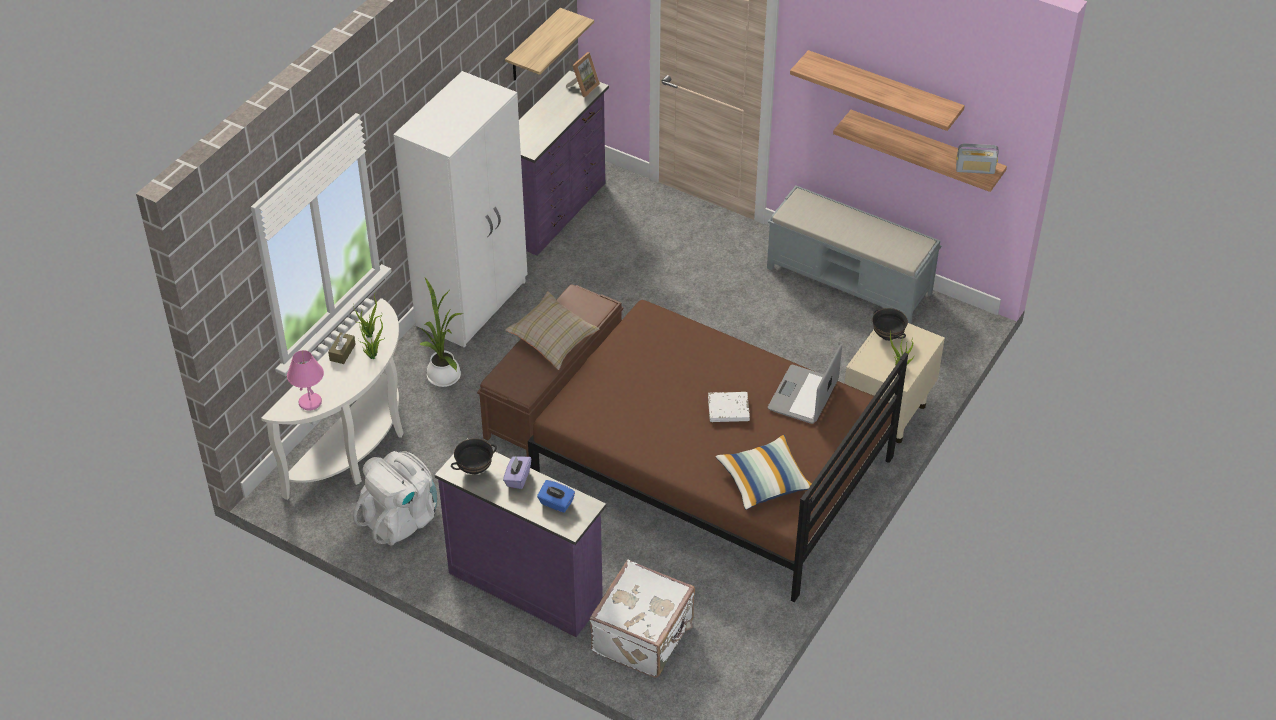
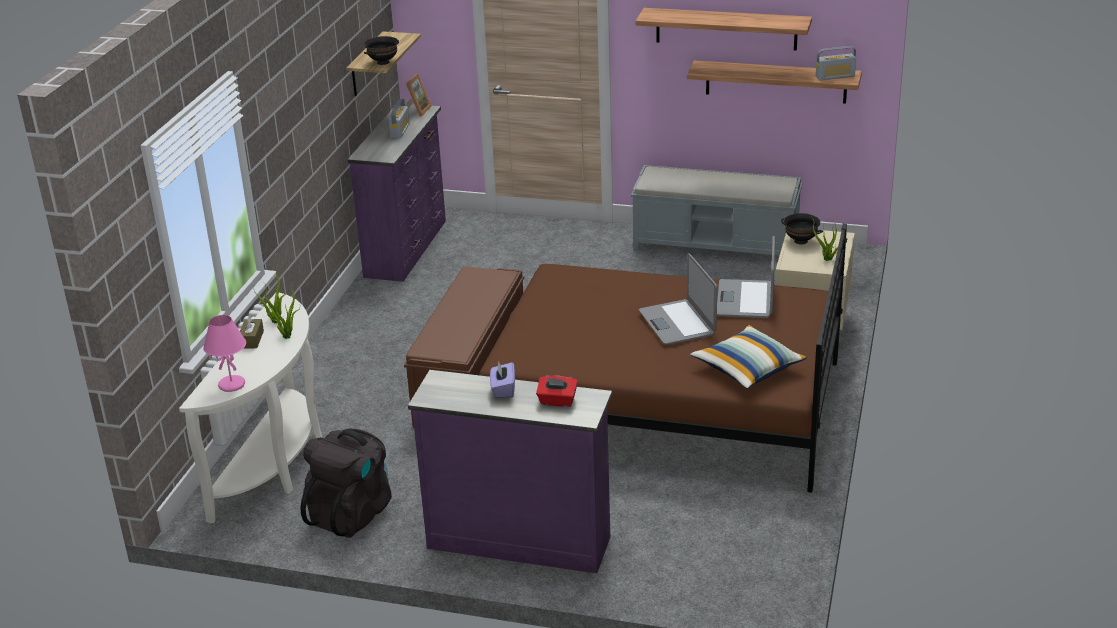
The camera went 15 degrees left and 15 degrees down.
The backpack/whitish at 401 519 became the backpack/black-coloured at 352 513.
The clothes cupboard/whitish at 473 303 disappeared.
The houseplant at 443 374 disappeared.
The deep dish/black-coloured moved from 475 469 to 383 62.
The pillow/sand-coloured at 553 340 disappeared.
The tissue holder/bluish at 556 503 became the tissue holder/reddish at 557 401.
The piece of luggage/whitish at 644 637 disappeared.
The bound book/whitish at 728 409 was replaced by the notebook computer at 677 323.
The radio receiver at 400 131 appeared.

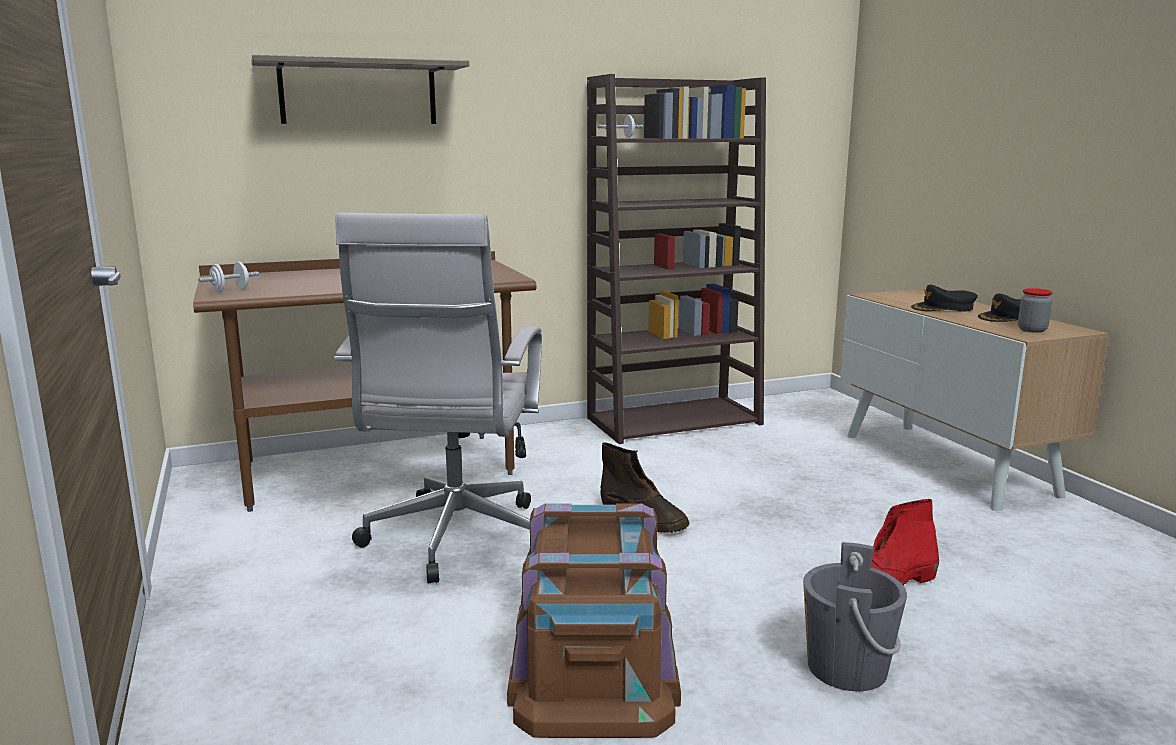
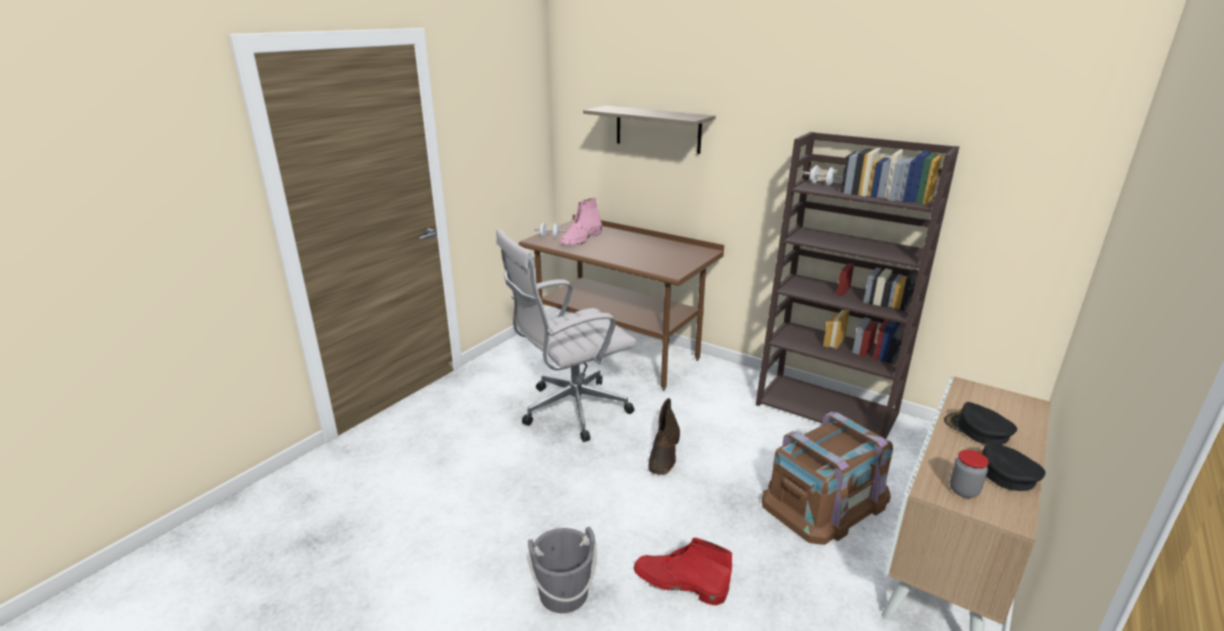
The camera went 55 degrees right and 10 degrees up.
The storage container/brownish moved from 595 663 to 825 500.
The high-top boot/pinkish at 581 239 appeared.

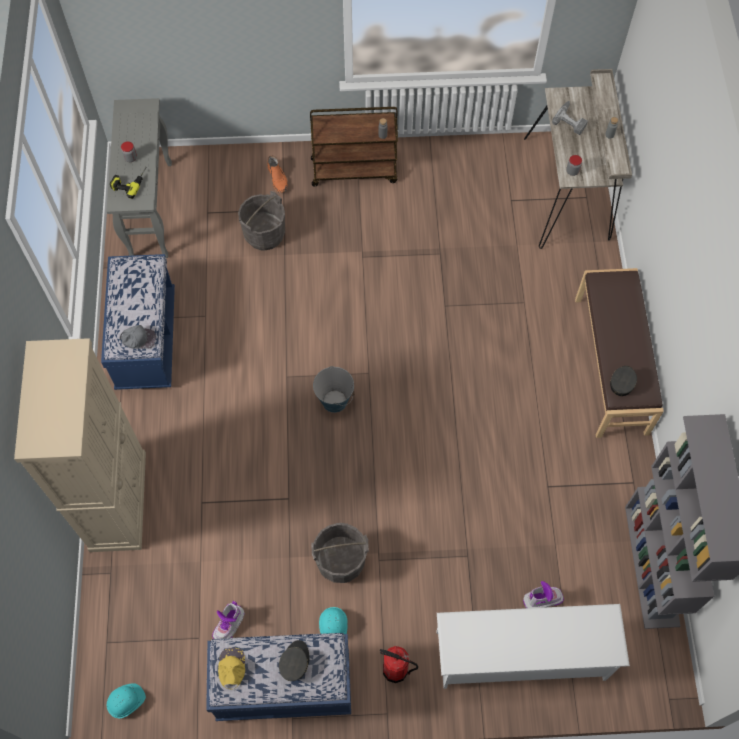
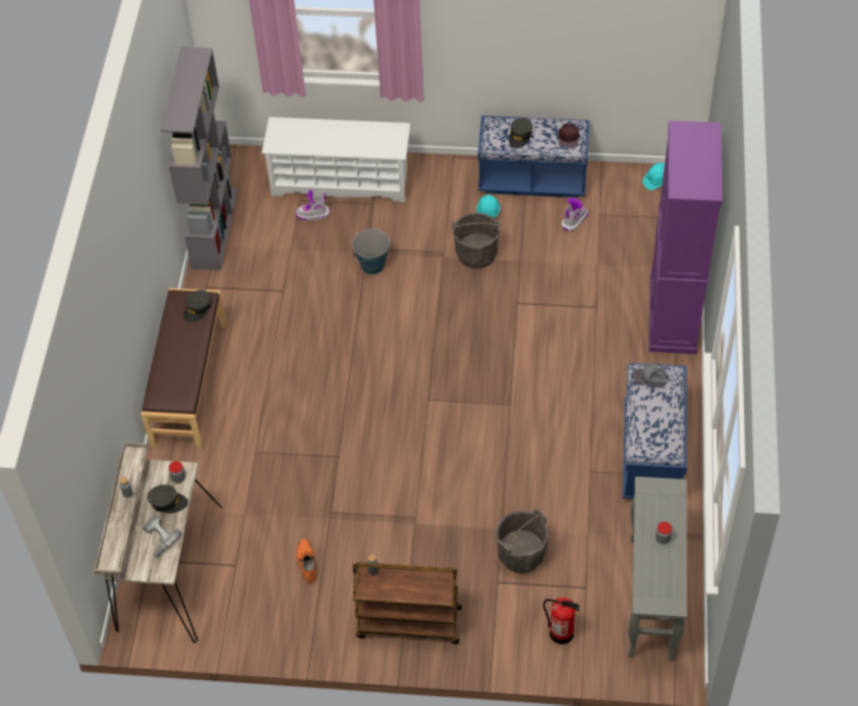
The camera went 170 degrees left and 10 degrees down.
The cabinet/sand-coloured at 118 500 became the cabinet/purplish at 672 315.
The electric drill at 129 181 disappeared.
The cap/yellow-coloured at 231 668 became the cap/brownish at 569 137.
The high-top boot/orange-coloured moved from 278 178 to 306 562.
The bucket moved from 334 401 to 372 265.
The fire extinguisher moved from 395 670 to 561 632.
The cap/greyish at 168 502 appeared.

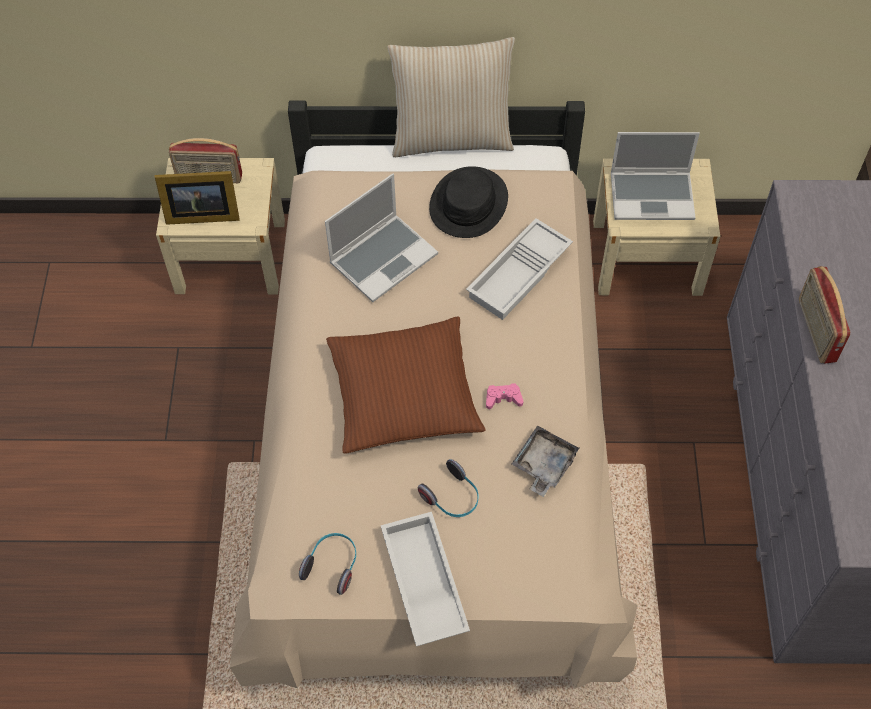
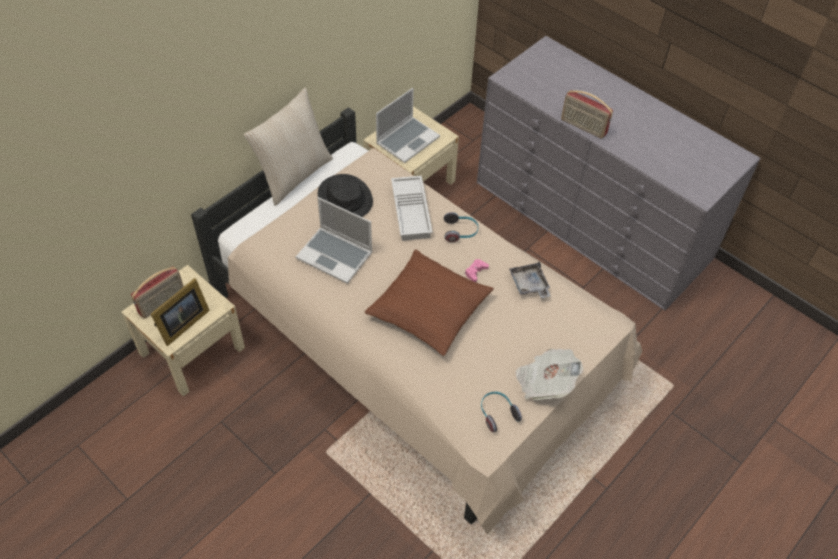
The camera went 50 degrees left and 5 degrees down.
The notebook computer at 383 258 turned 120 degrees clockwise.
The tray/whitish at 422 582 was replaced by the newspaper at 545 382.
The headphones moved from 452 497 to 460 232.

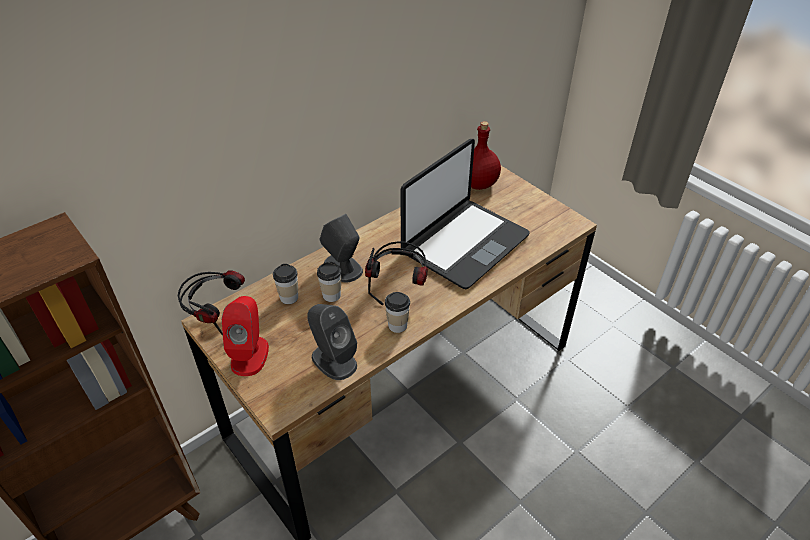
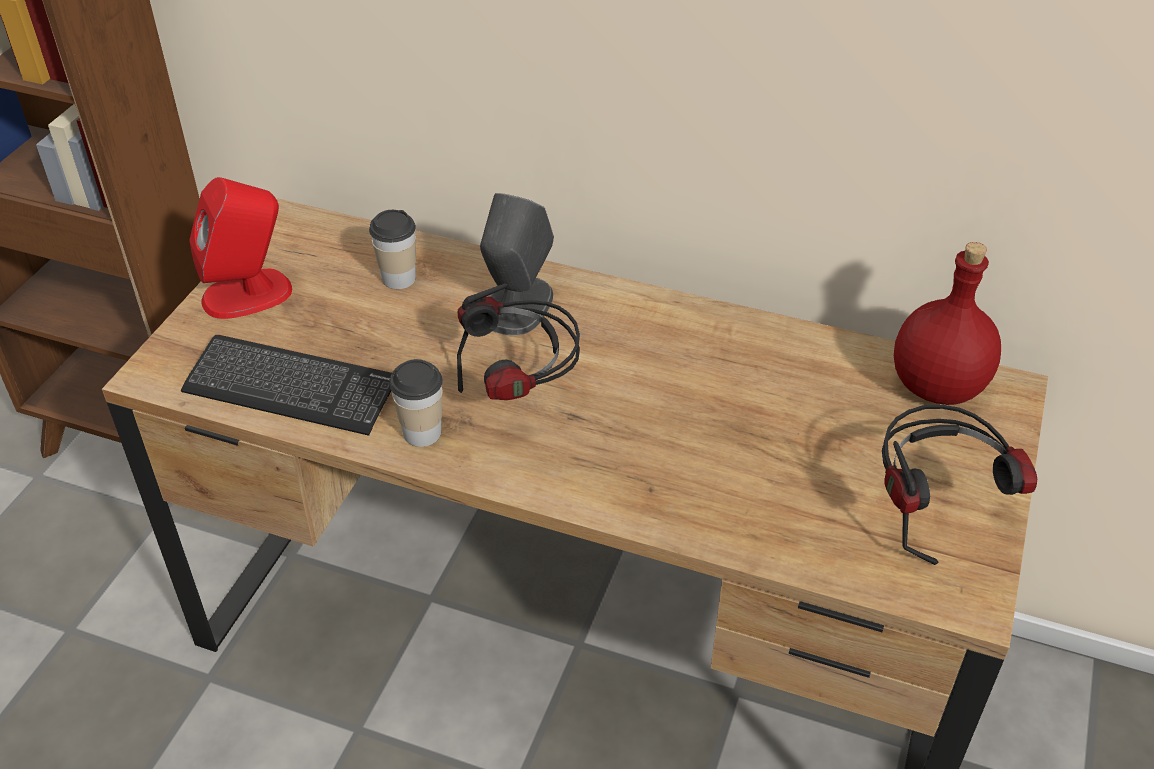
The camera went 60 degrees right and 0 degrees up.
The headphones moved from 216 317 to 933 512.
The audio speaker/greyish at 333 360 was replaced by the keyboard at 290 388.
The drinking cup at 331 295 disappeared.
The notebook computer at 464 243 disappeared.

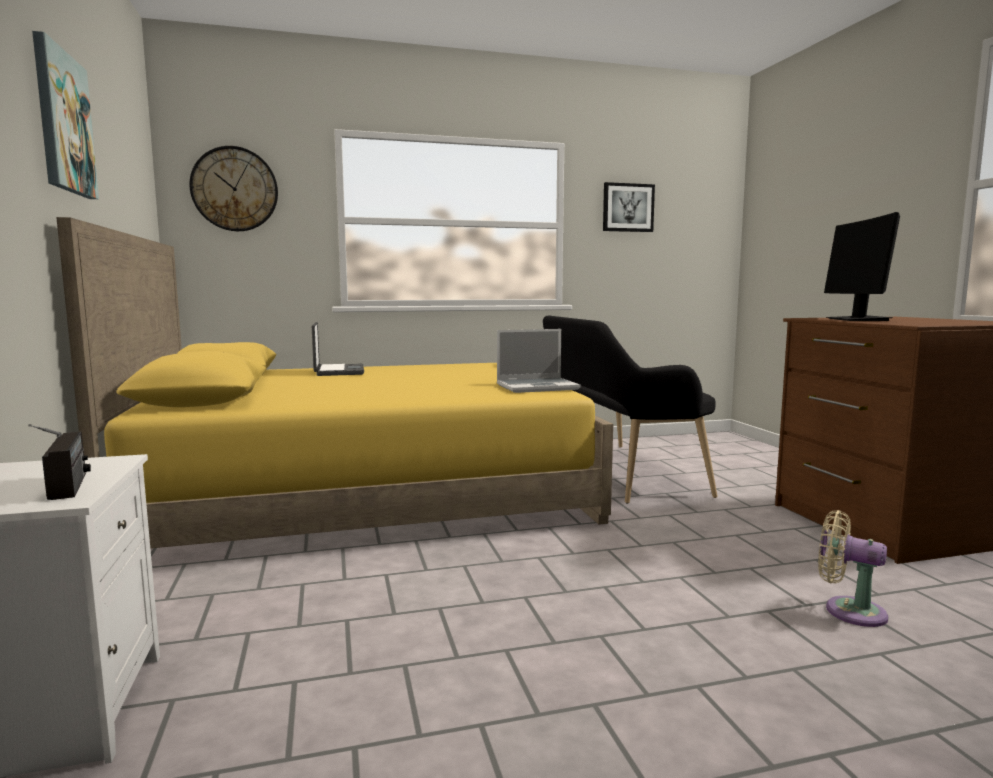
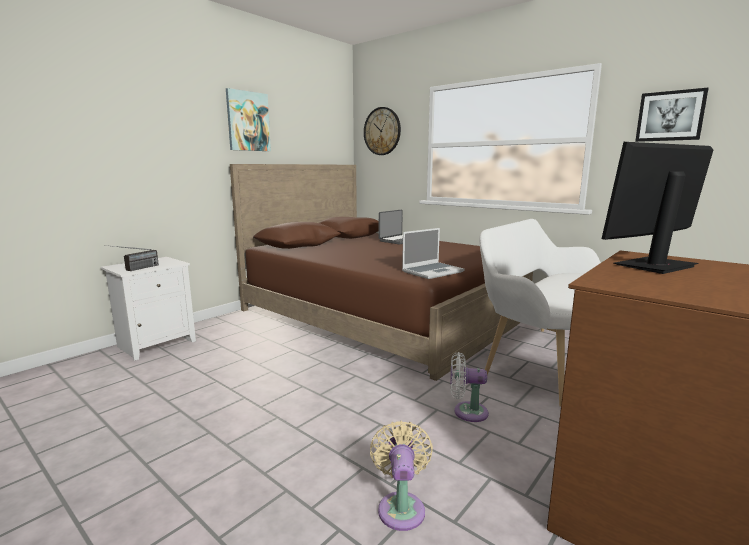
The camera went 55 degrees right and 5 degrees up.
The sleeping bed/yellow-coloured at 366 492 became the sleeping bed/brownish at 382 313.
The notebook computer at 538 387 turned 75 degrees counterclockwise.
The bench/black-coloured at 616 472 became the bench/whitish at 543 358.
The cooling fan/whitish at 466 412 appeared.

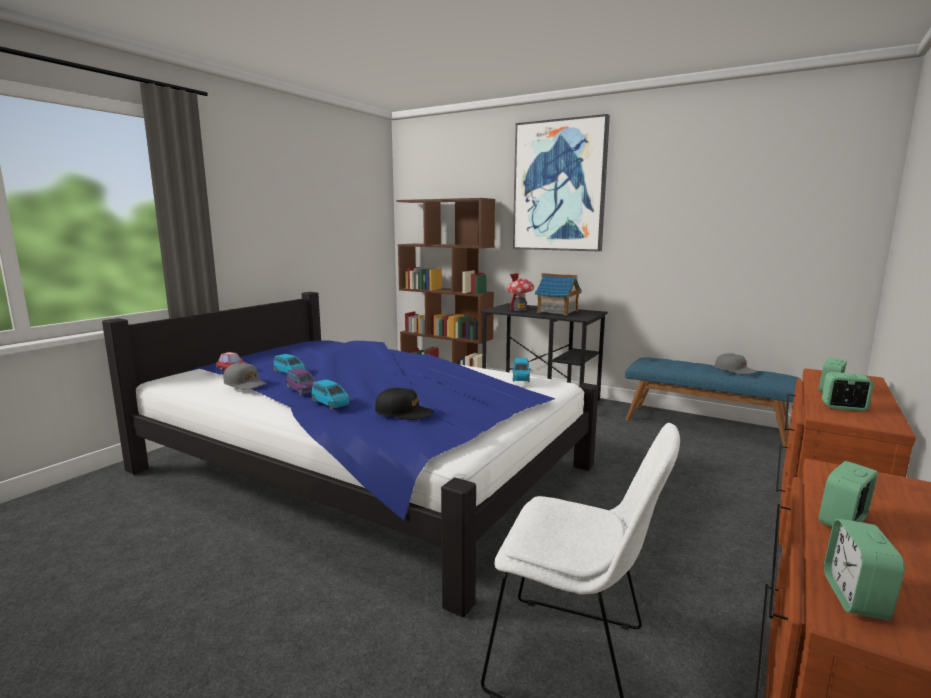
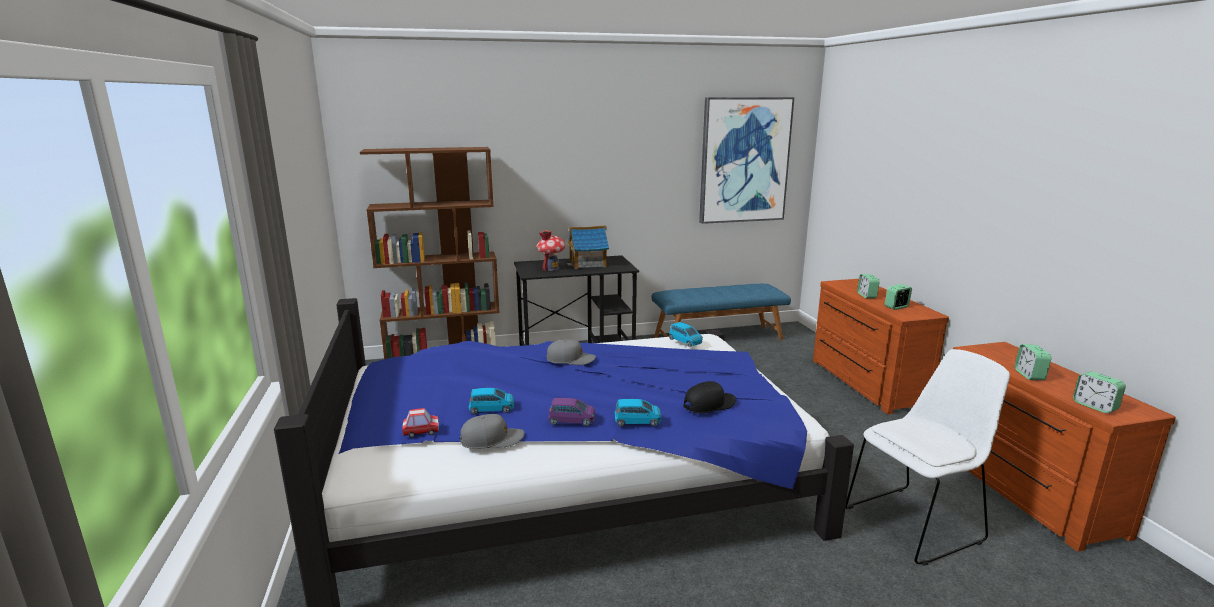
The camera went 45 degrees left and 5 degrees up.
The picture moved from 559 186 to 744 160.
The cap/greyish moved from 735 370 to 570 359.

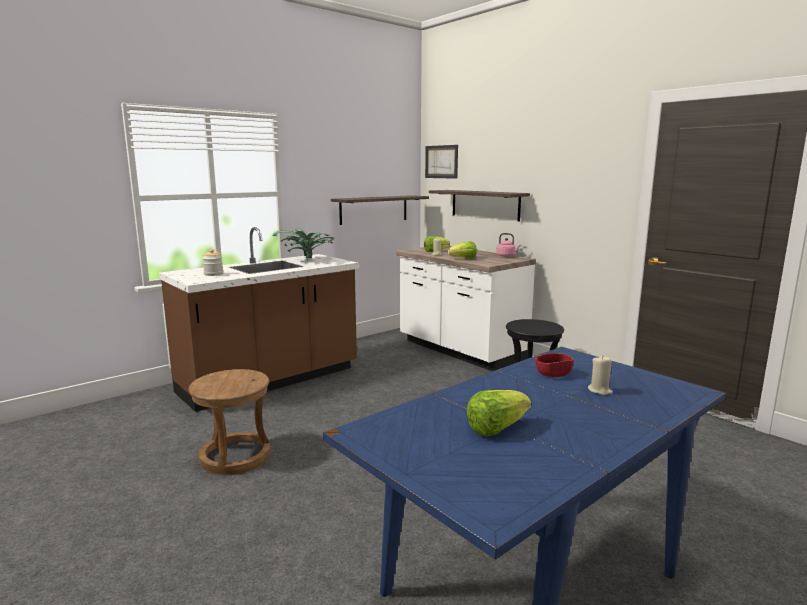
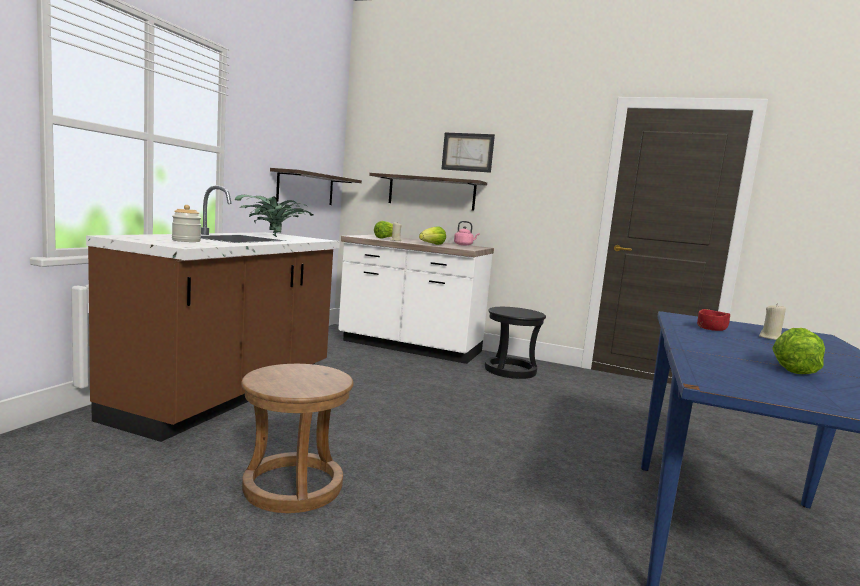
The camera went 30 degrees left and 5 degrees down.
The picture moved from 441 161 to 467 152.

